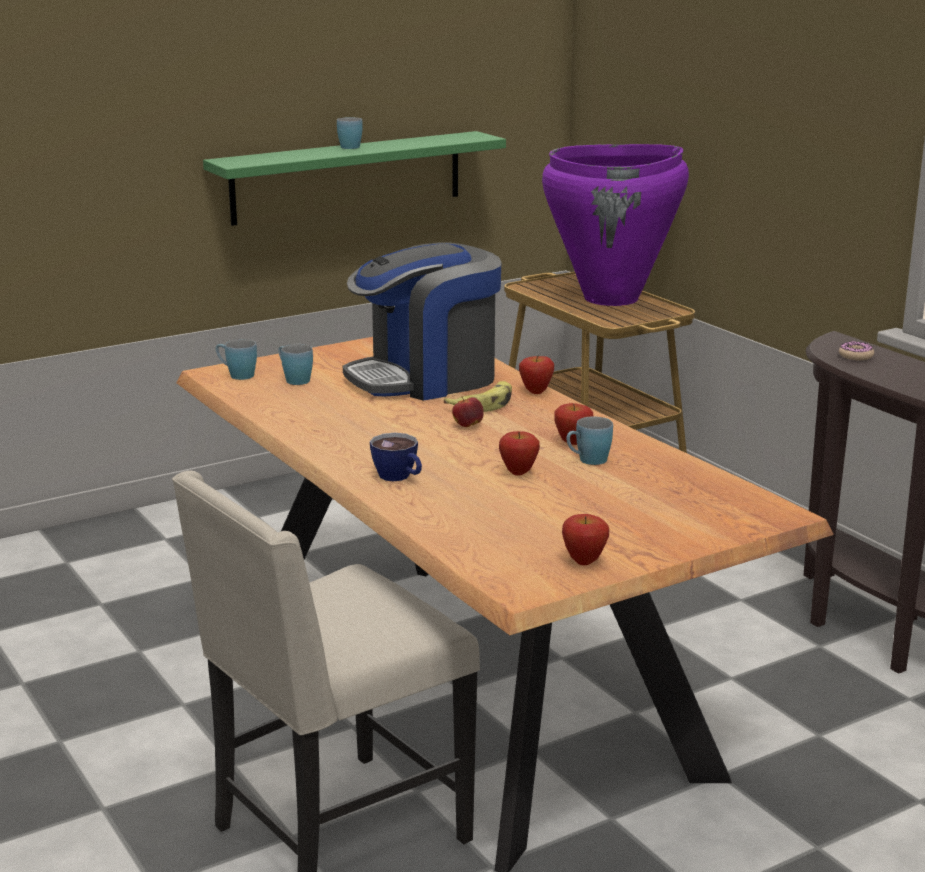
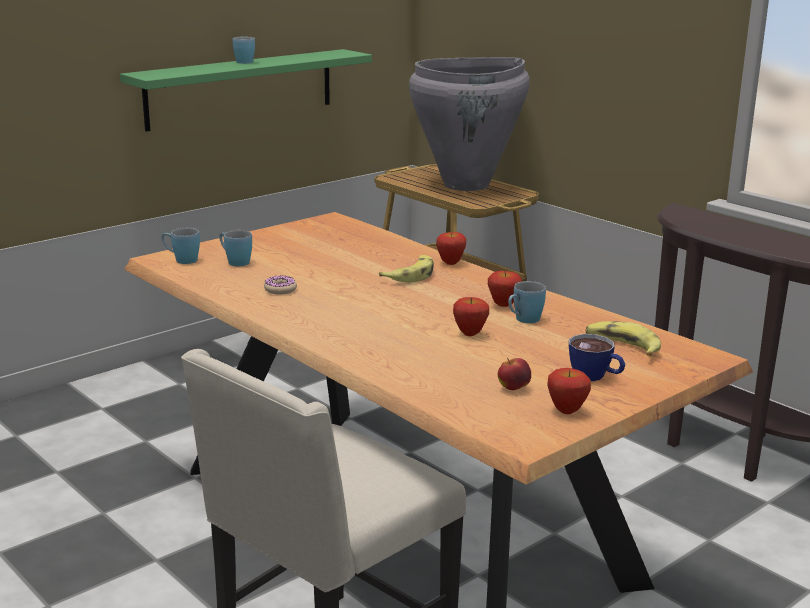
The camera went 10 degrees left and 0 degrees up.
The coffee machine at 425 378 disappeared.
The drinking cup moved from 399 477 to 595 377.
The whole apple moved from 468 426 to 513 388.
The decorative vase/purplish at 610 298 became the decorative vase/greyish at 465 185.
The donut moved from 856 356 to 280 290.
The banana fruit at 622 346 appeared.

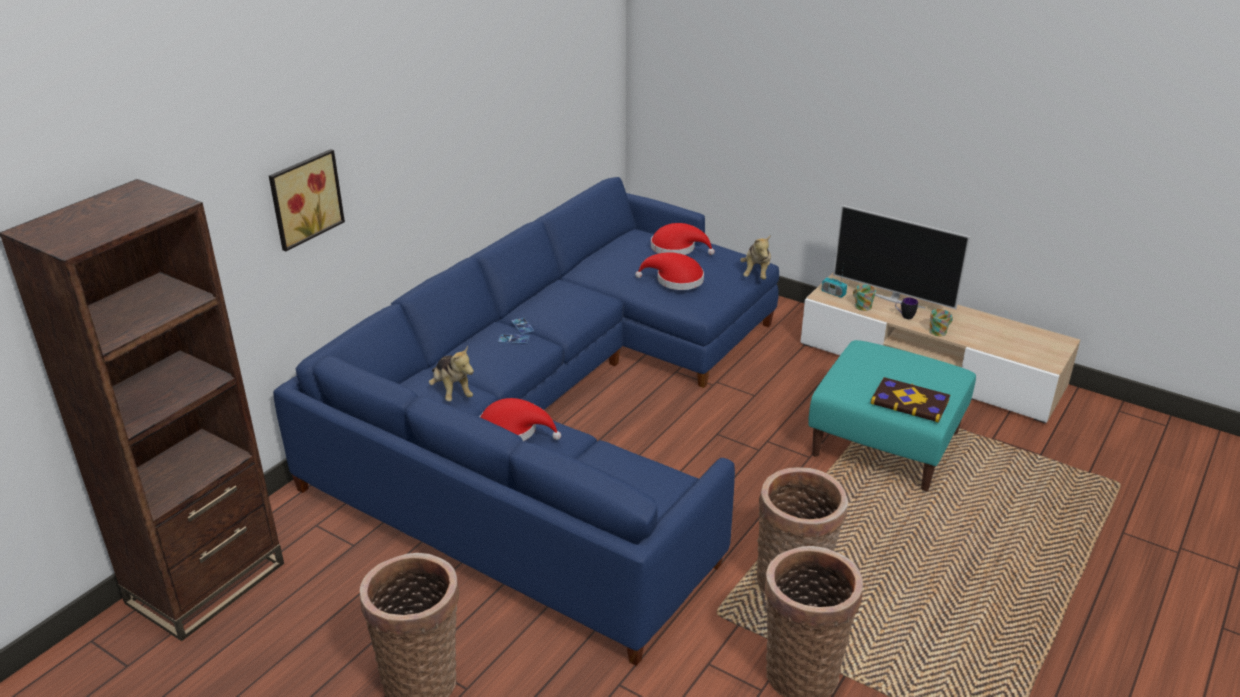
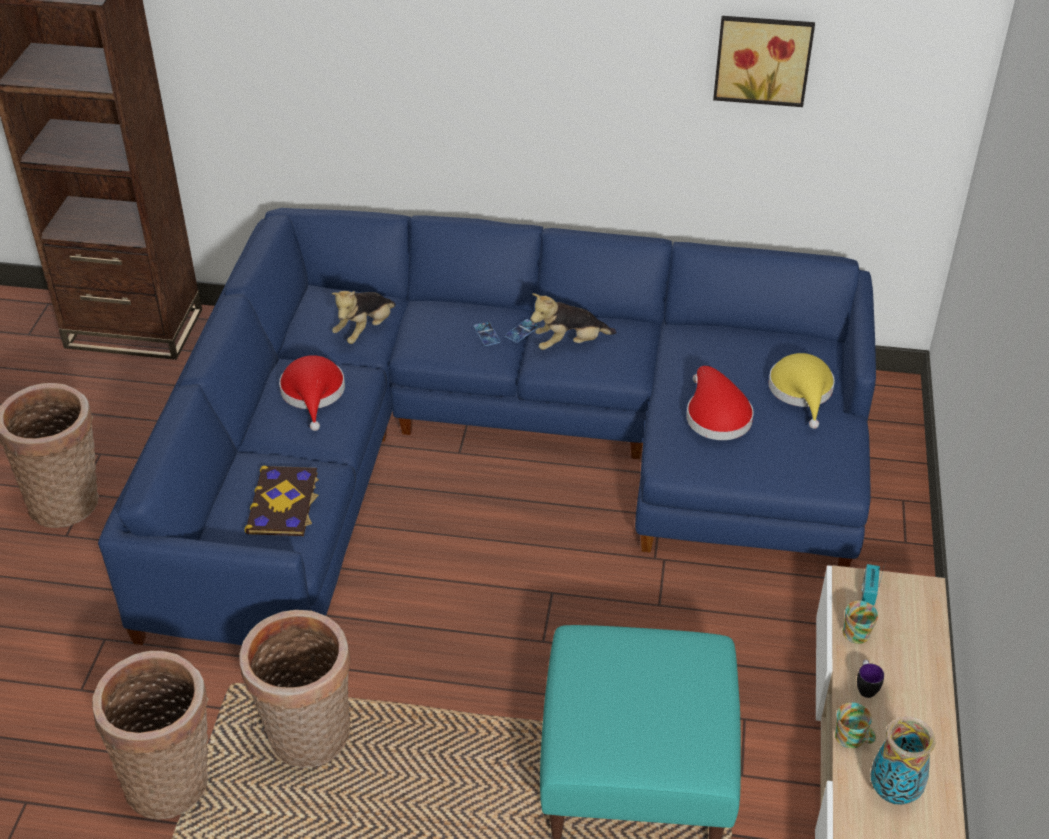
The camera went 65 degrees right and 10 degrees up.
The picture moved from 304 198 to 763 58.
The hat/reddish at 677 248 became the hat/yellow-coloured at 802 392.
The cuddly toy moved from 756 273 to 569 344.
The TV at 893 299 disappeared.
The bound book moved from 910 401 to 284 503.
The decorative vase at 894 792 appeared.

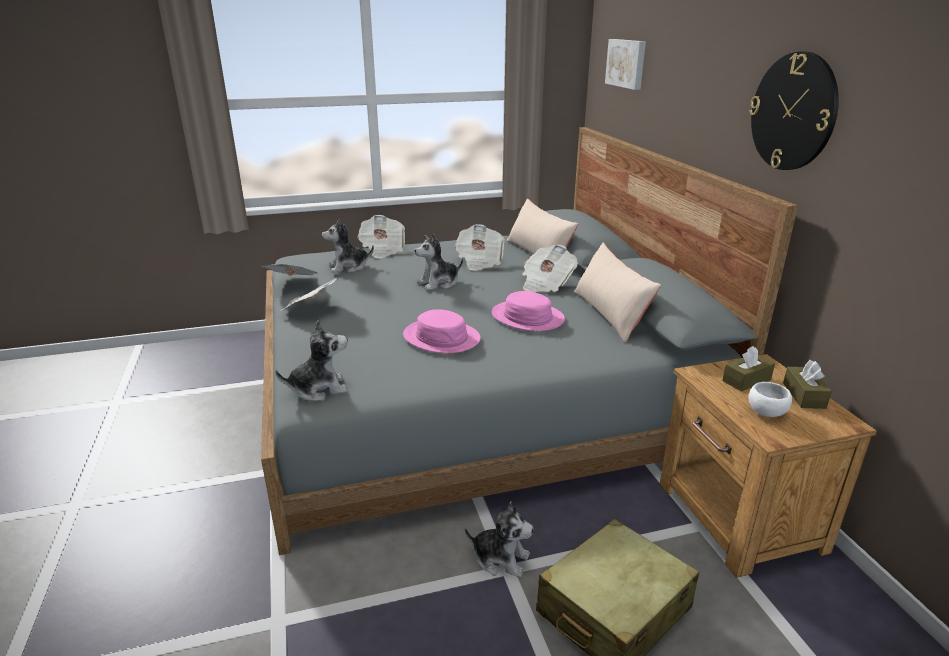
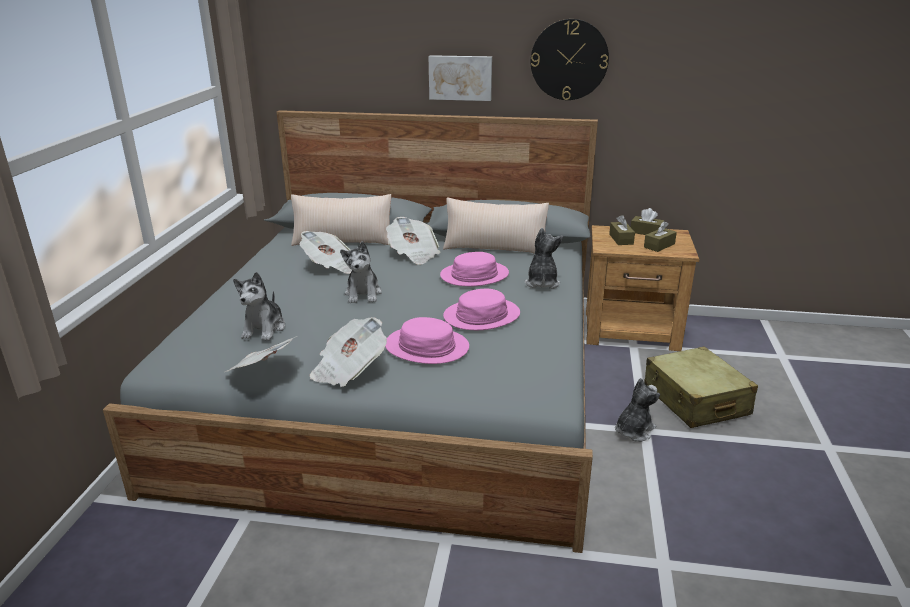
The camera went 65 degrees left and 0 degrees up.
The cuddly toy moved from 319 389 to 541 283.
The newspaper at 382 249 disappeared.
The picture moved from 627 63 to 460 77.
The deep dish/whitish at 767 412 was replaced by the tissue holder/brownish at 659 245.
The hat/pinkish at 426 347 appeared.

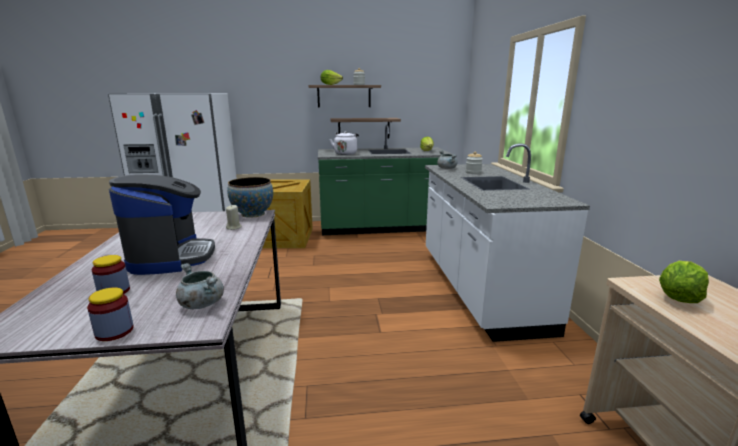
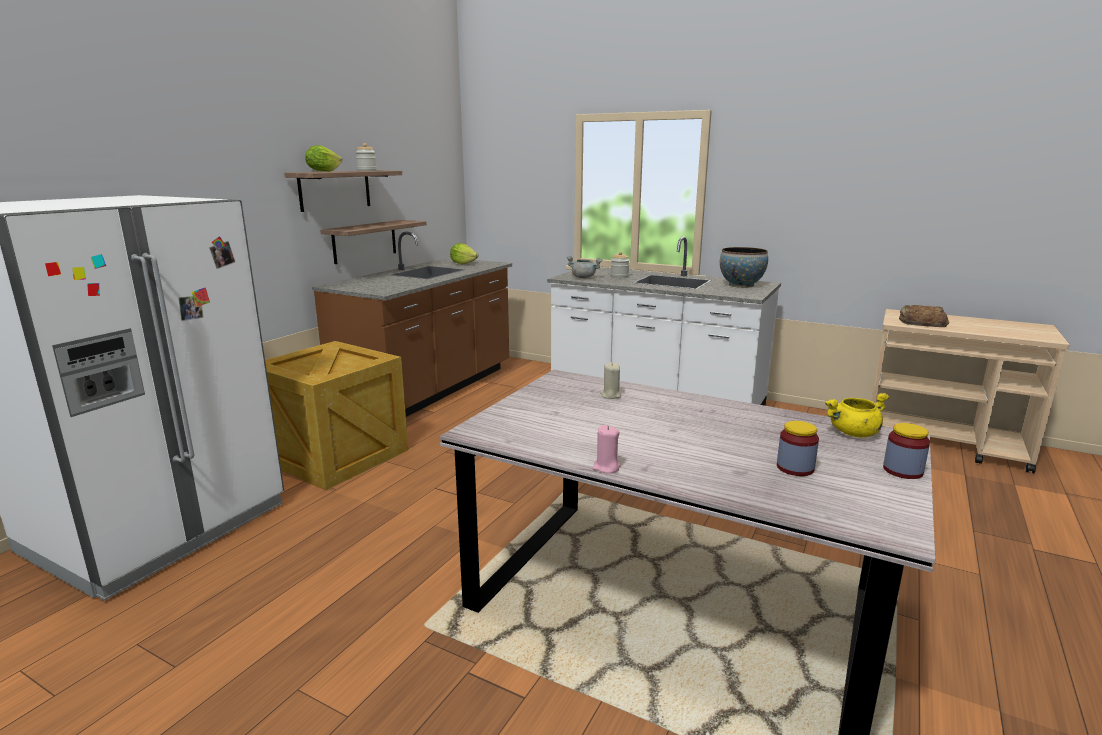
The camera went 55 degrees left and 0 degrees up.
The coffee machine at 171 257 disappeared.
The saucepot/greyish at 201 304 became the saucepot/yellow-coloured at 853 433.
The deep dish moved from 252 214 to 741 285.
The kitchen base unit/green at 382 227 became the kitchen base unit/brownish at 429 391.
The water kettle/whitish at 346 153 disappeared.
The head of lettuce at 678 298 was replaced by the bread at 921 322.
The wax candle/pinkish at 606 467 appeared.

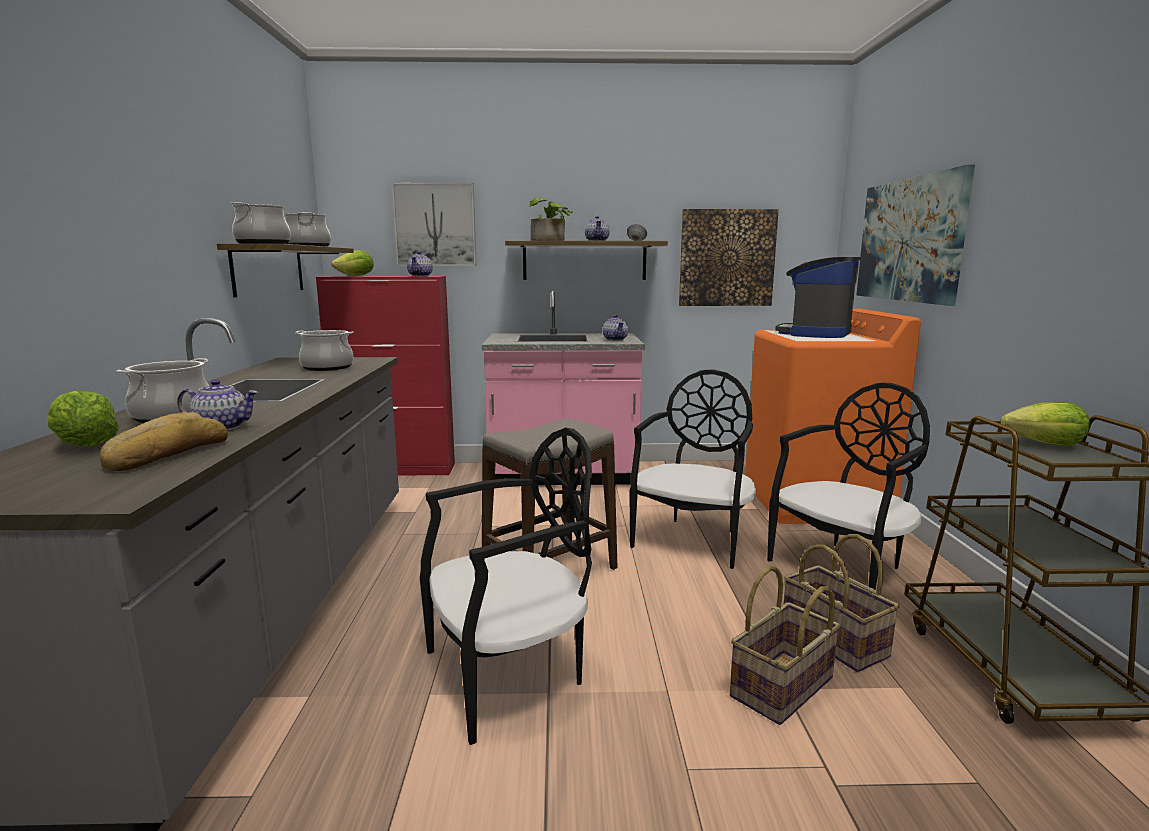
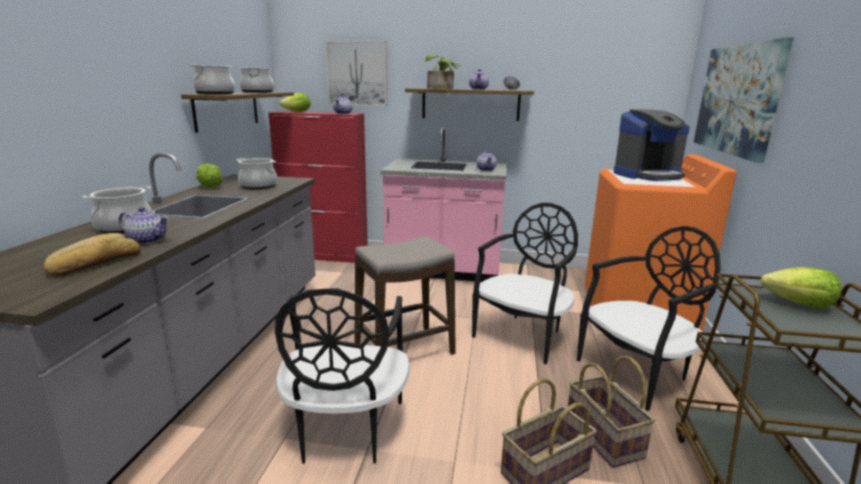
The camera went 10 degrees right and 5 degrees up.
The head of lettuce moved from 85 446 to 209 187.
The upright chair/black-coloured at 509 674 turned 105 degrees clockwise.
The picture at 727 258 disappeared.
The coffee machine at 815 333 turned 150 degrees counterclockwise.

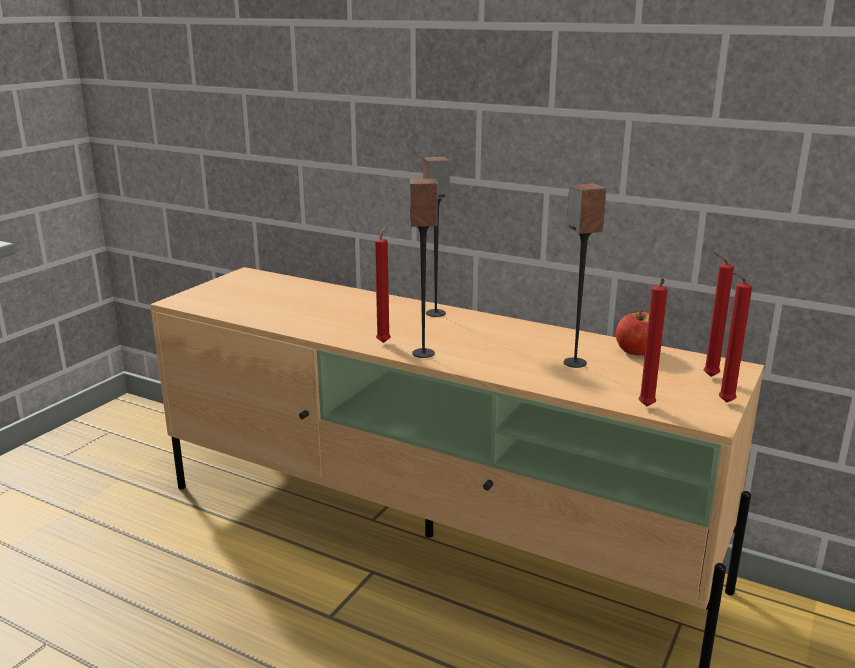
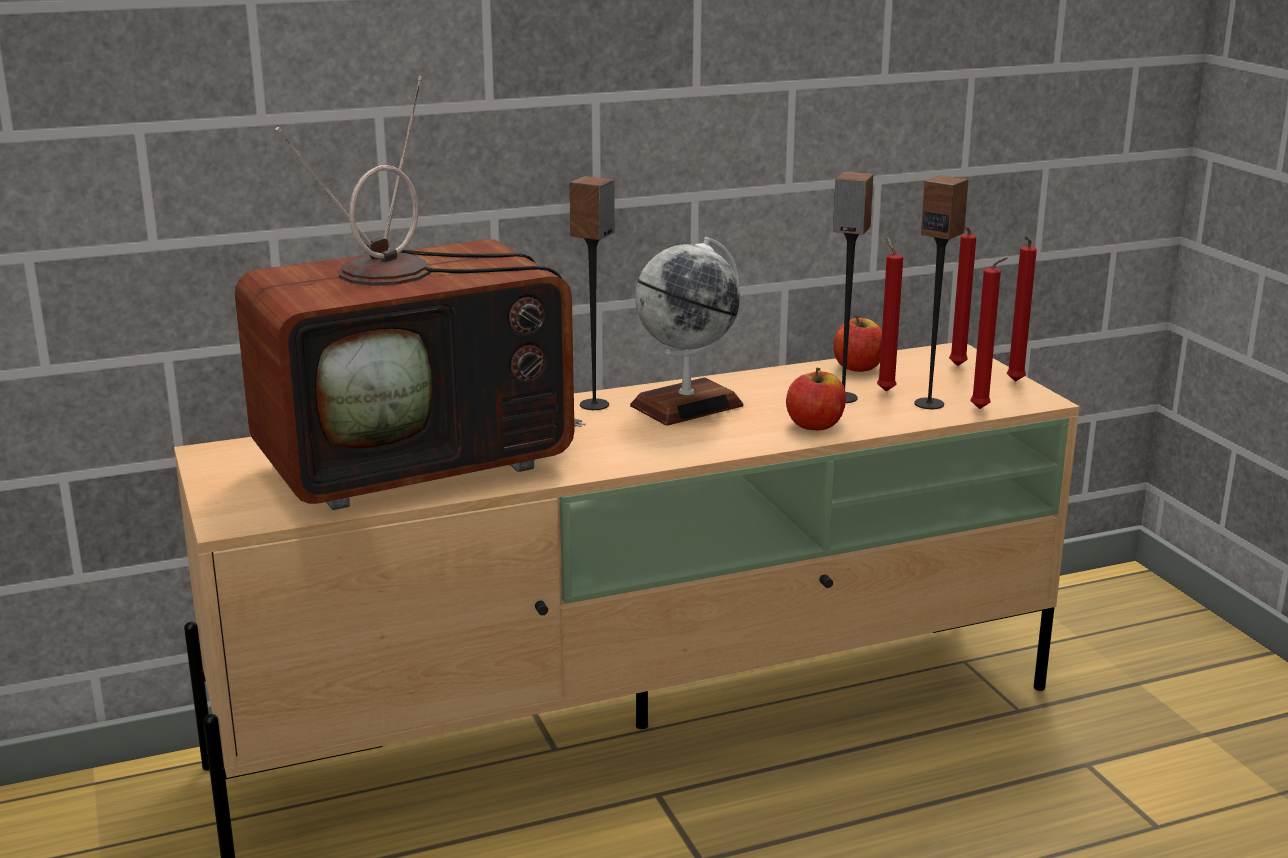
The camera went 50 degrees left and 0 degrees up.
The wax candle/reddish moved from 384 342 to 884 390.
The audio speaker moved from 424 353 to 929 404.
The TV at 419 461 appeared.
The desk globe at 687 405 appeared.
The whole apple at 815 425 appeared.

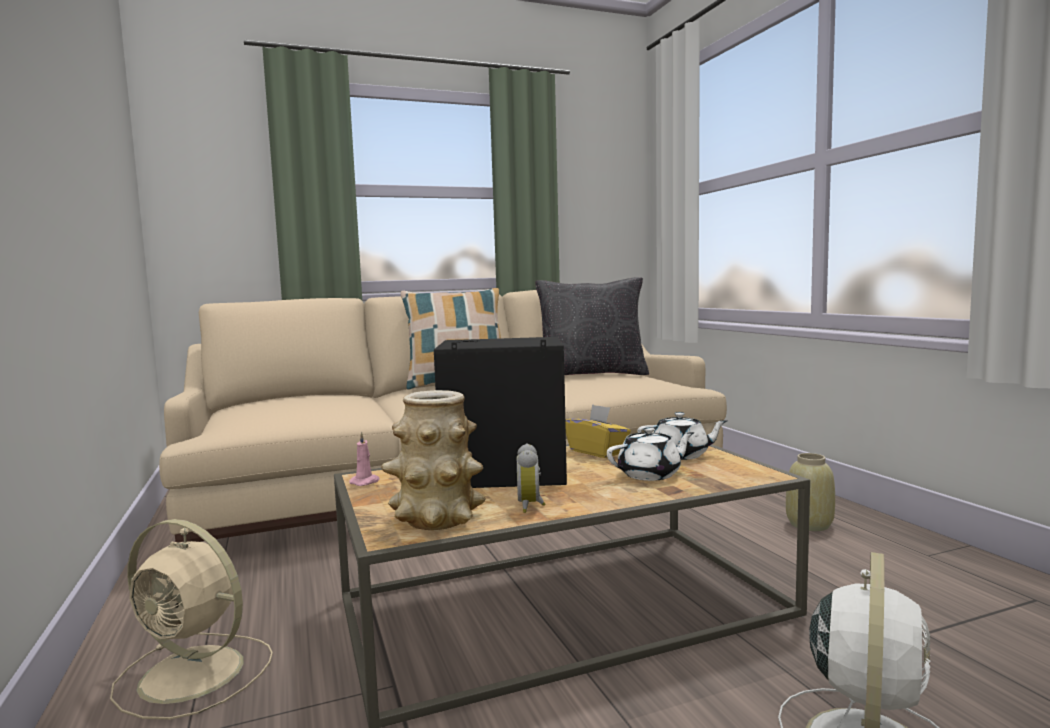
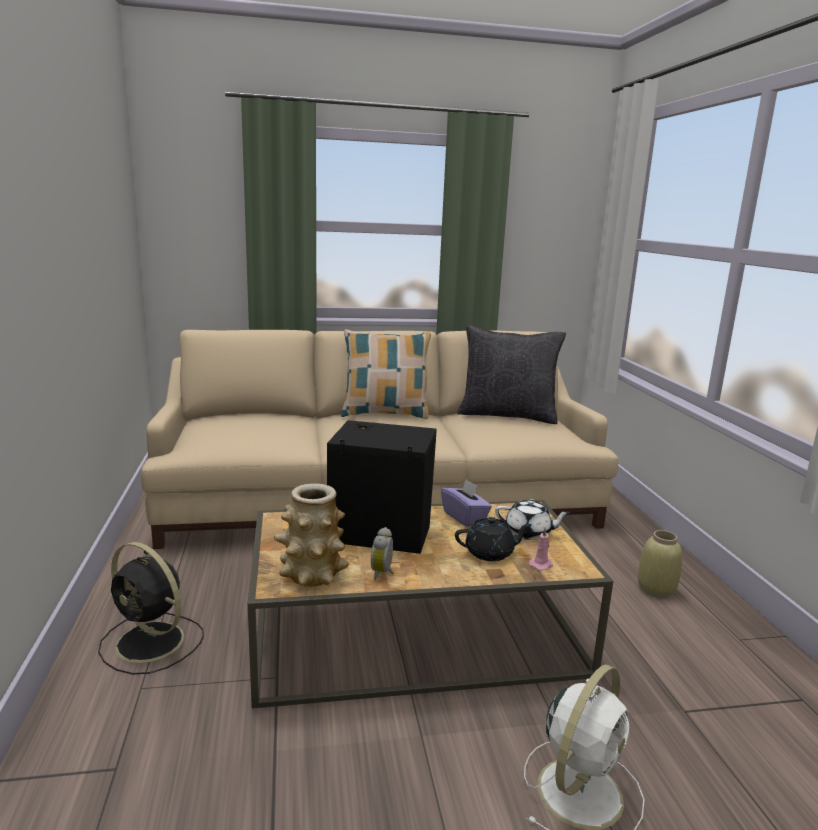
The camera went 10 degrees right and 10 degrees up.
The cooling fan/sand-coloured at 195 674 became the cooling fan/black-coloured at 152 643.
The wax candle/pinkish moved from 365 482 to 541 565.
The tissue holder/yellow-coloured at 597 451 became the tissue holder/purplish at 464 517.
The pot for tea/whitish at 650 474 became the pot for tea/black-coloured at 490 553.

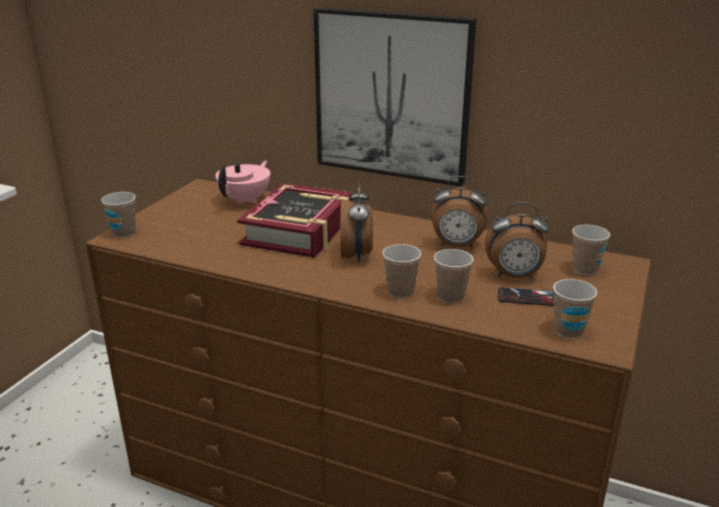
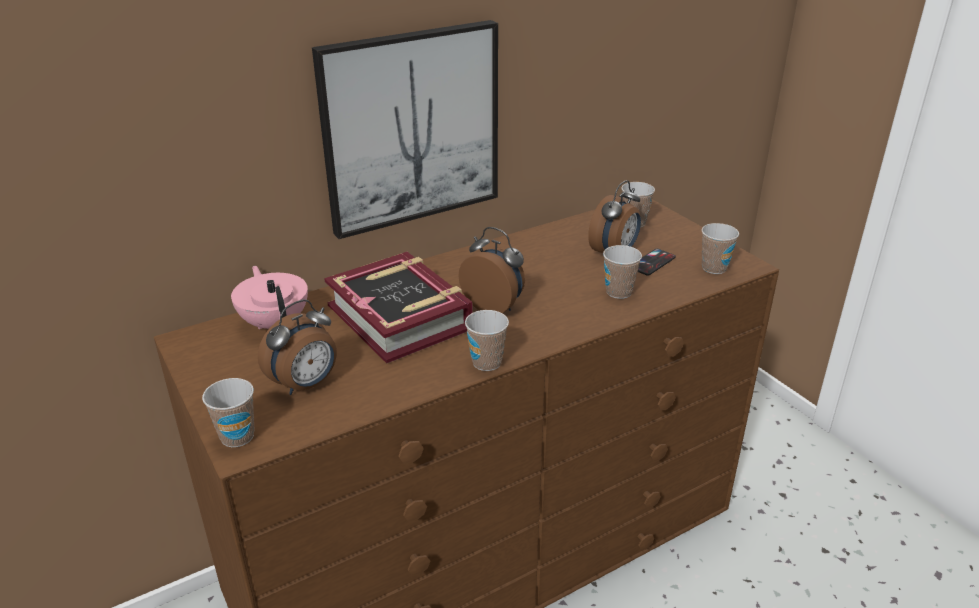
The camera went 55 degrees left and 5 degrees up.
The drinking cup moved from 400 291 to 487 362.
The bedside clock moved from 457 246 to 306 385.

